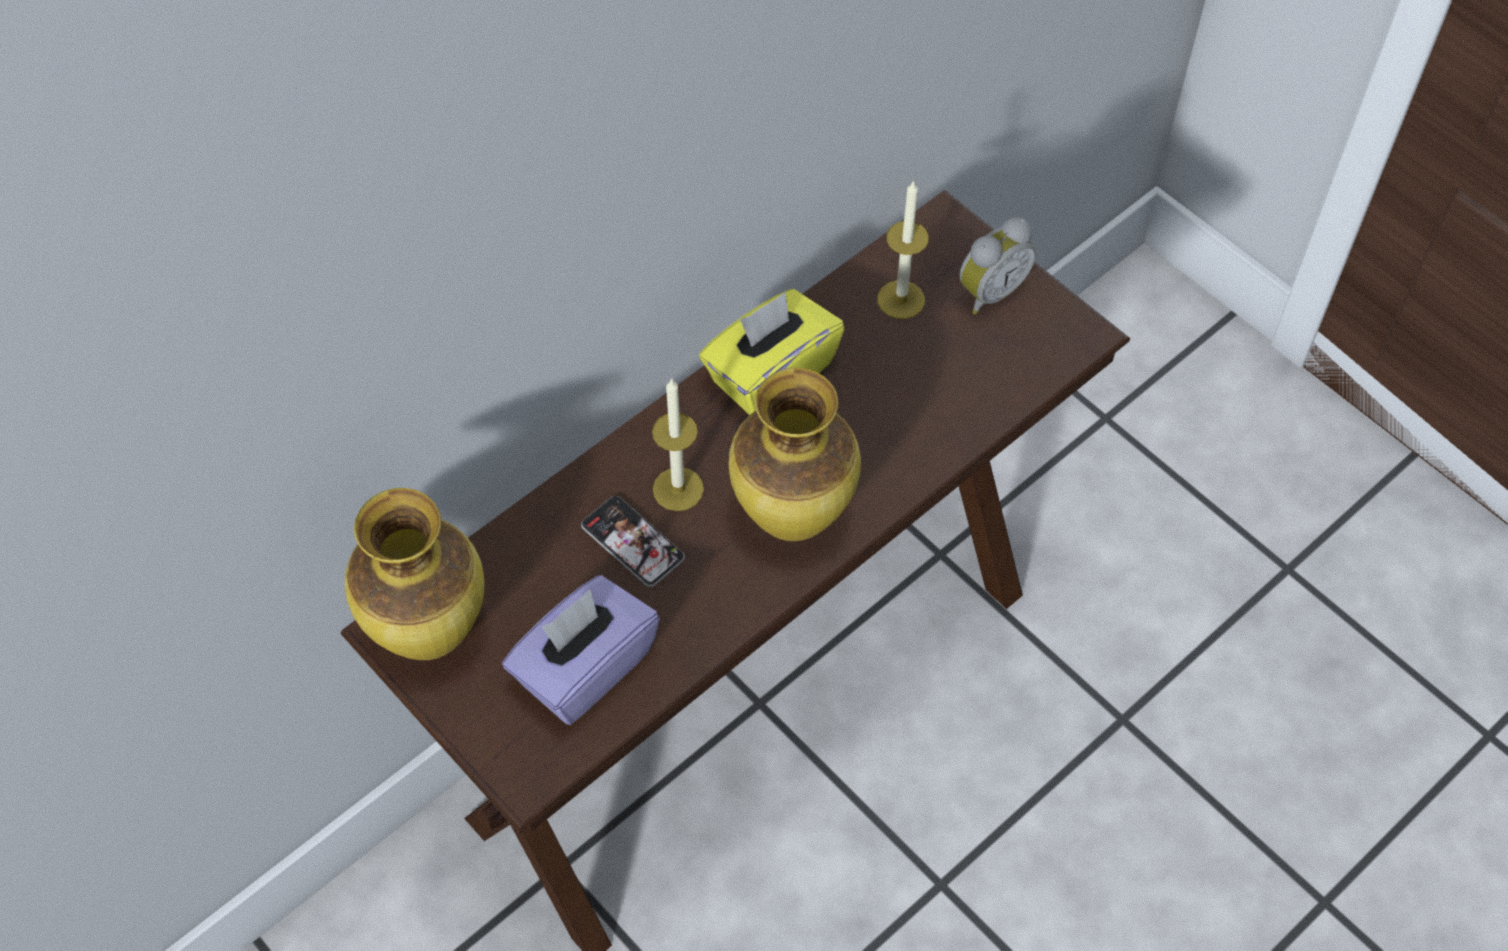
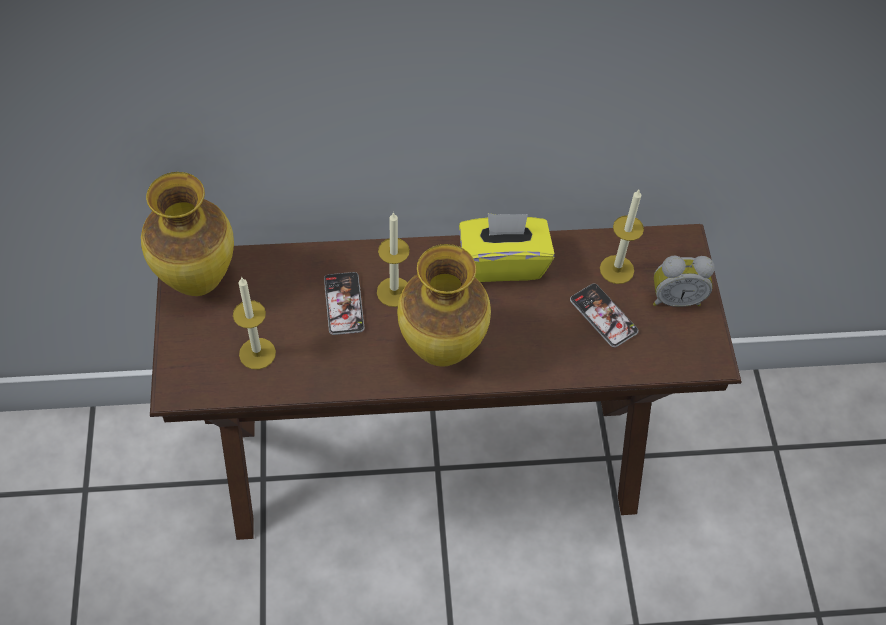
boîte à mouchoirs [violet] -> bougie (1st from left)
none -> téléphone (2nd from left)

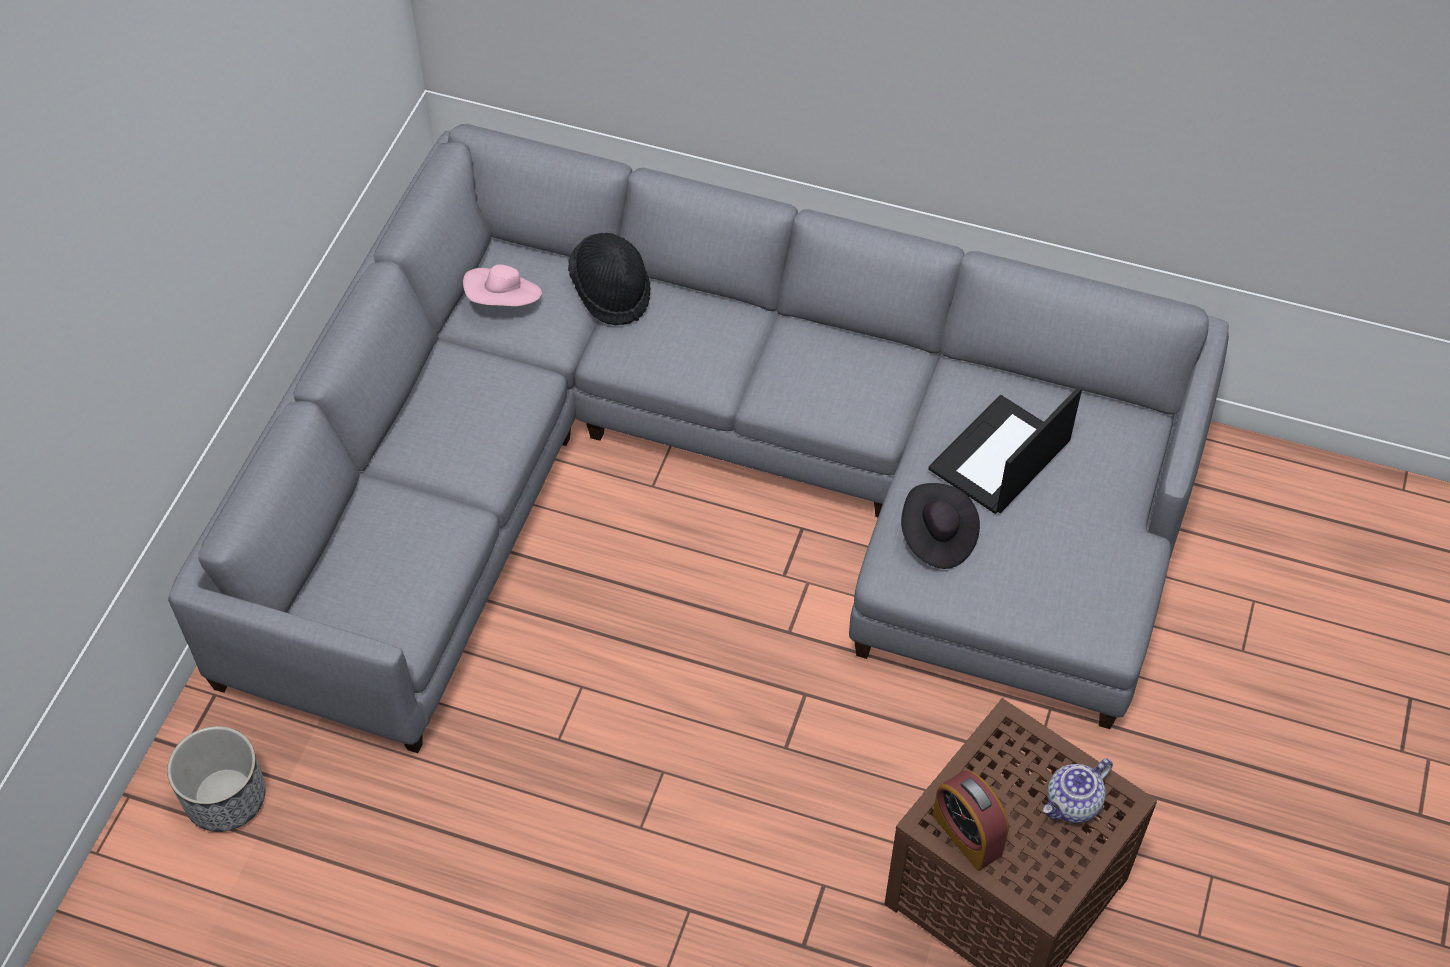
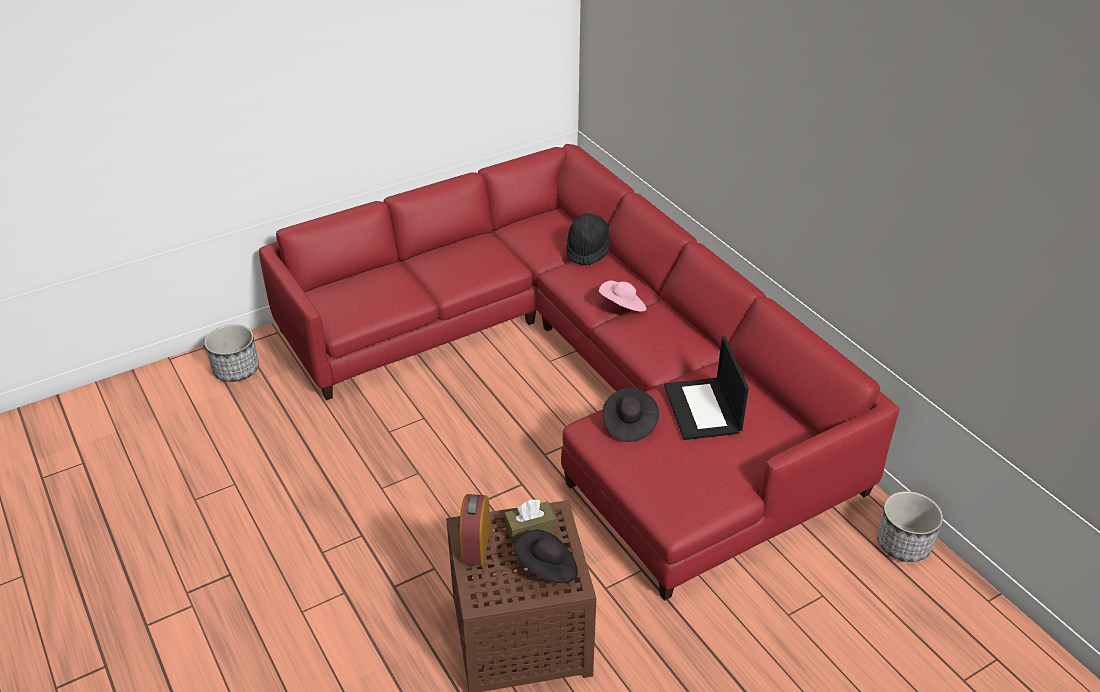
canapé [gris] -> canapé [rouge]
chapeau [rose], moved
ordinateur portable, 90 degrees counterclockwise
théière -> chapeau [noir] (1st from left)
none -> boîte à mouchoirs [marron]
none -> cache-pot (2nd from left)

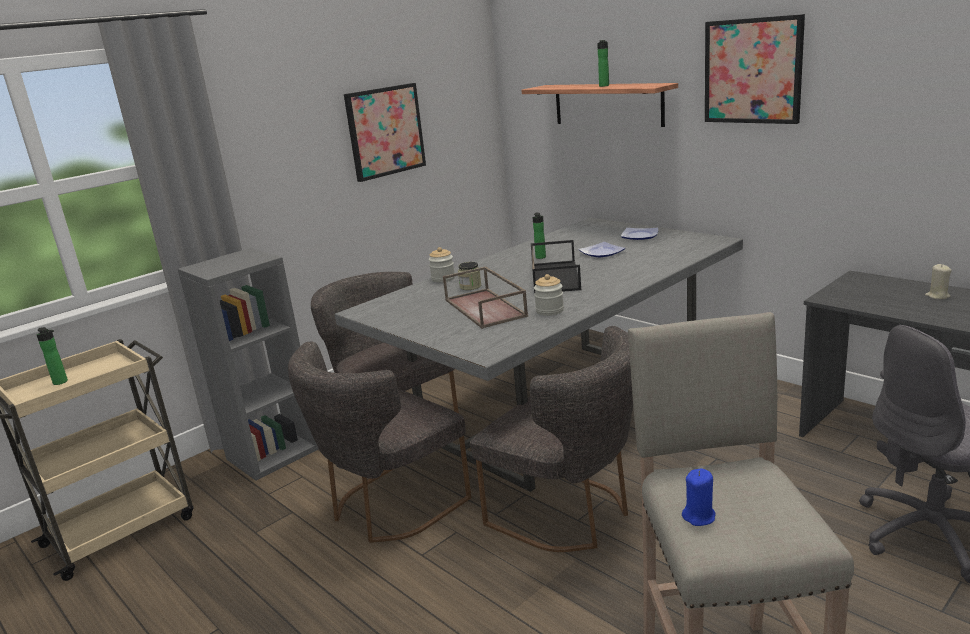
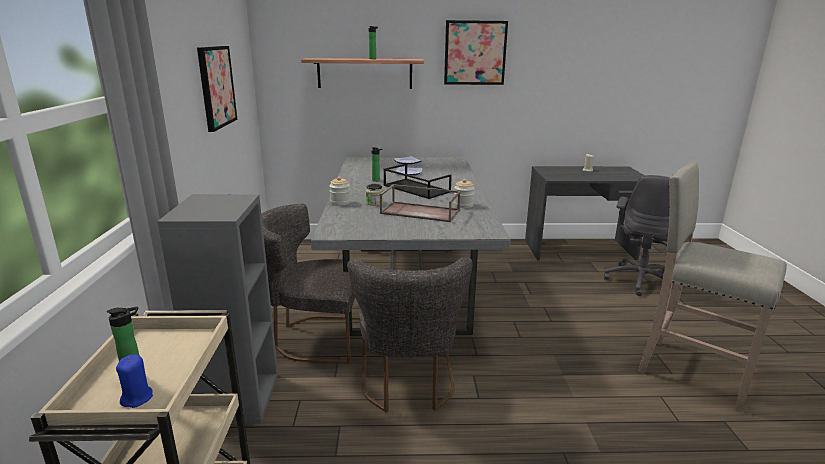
chaise [gris] (3rd from left) -> none
bougie [bleu], moved

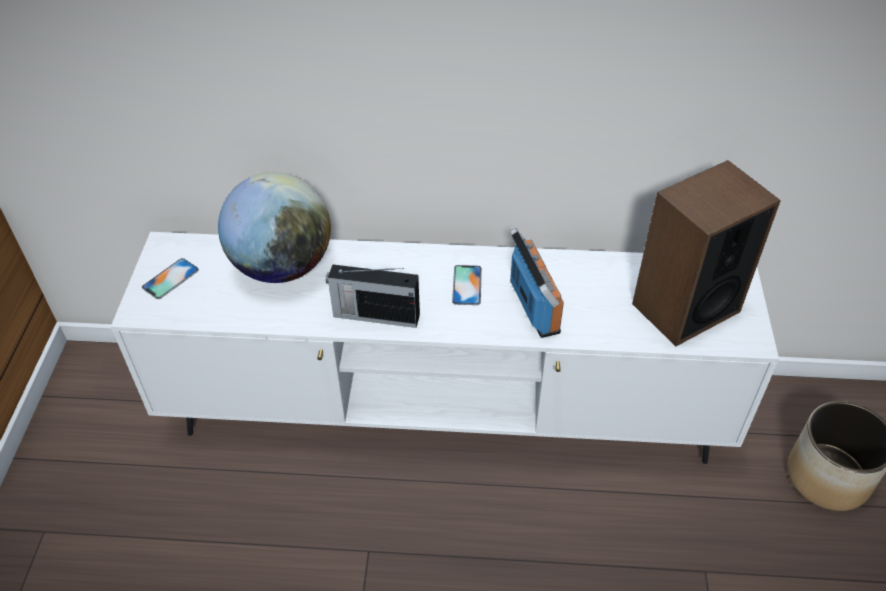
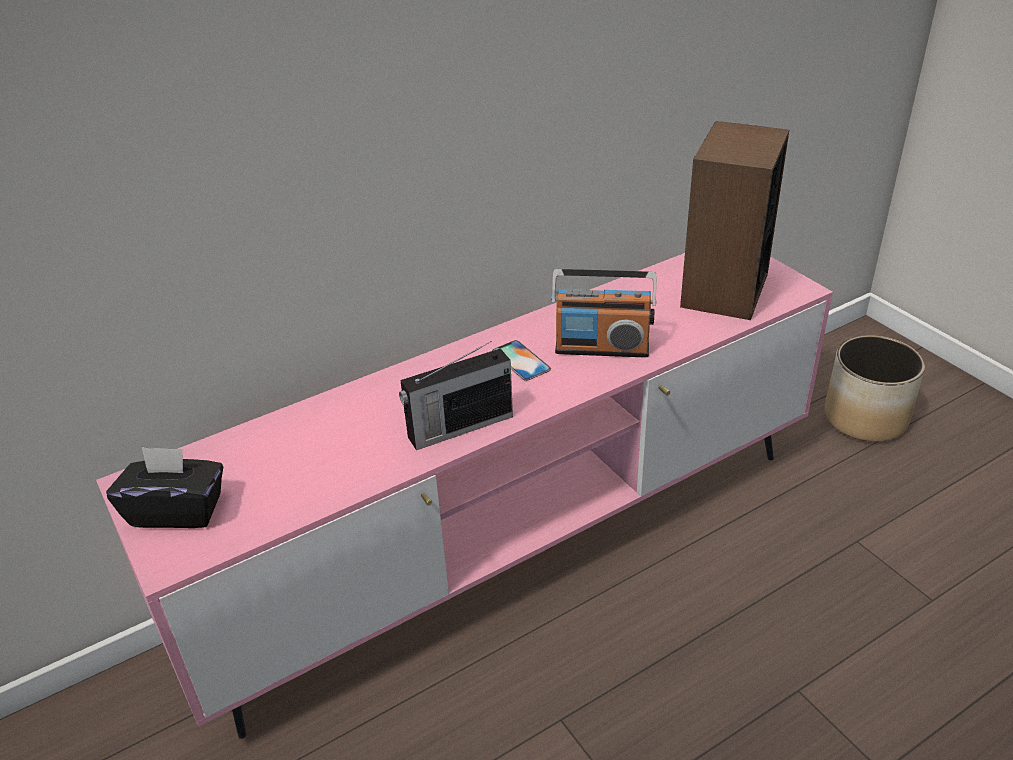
meuble télé [blanc] -> meuble télé [rose]
téléphone (1st from left) -> boîte à mouchoirs [noir]
globe -> none
radio (2nd from left), 150 degrees clockwise

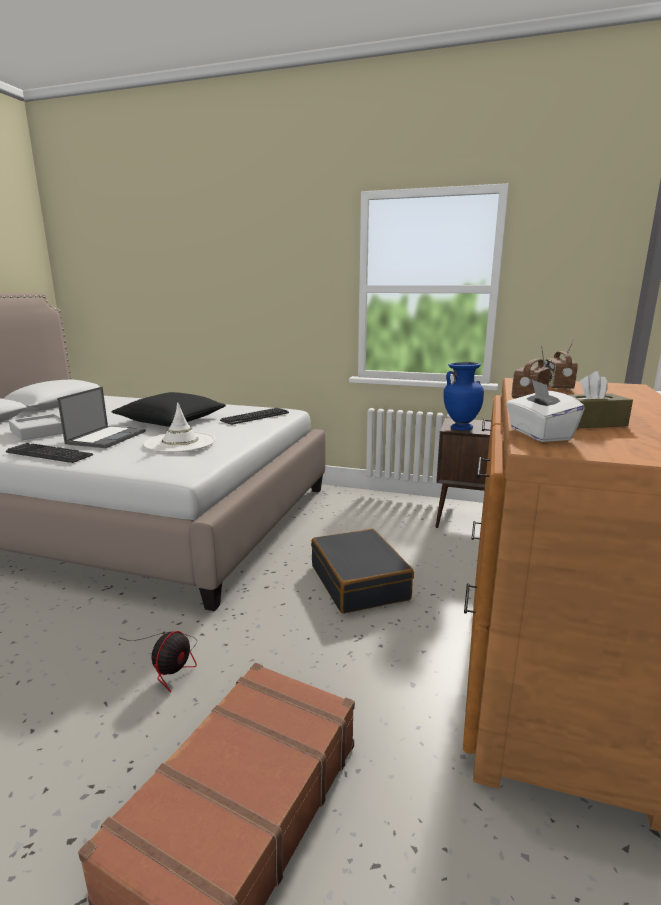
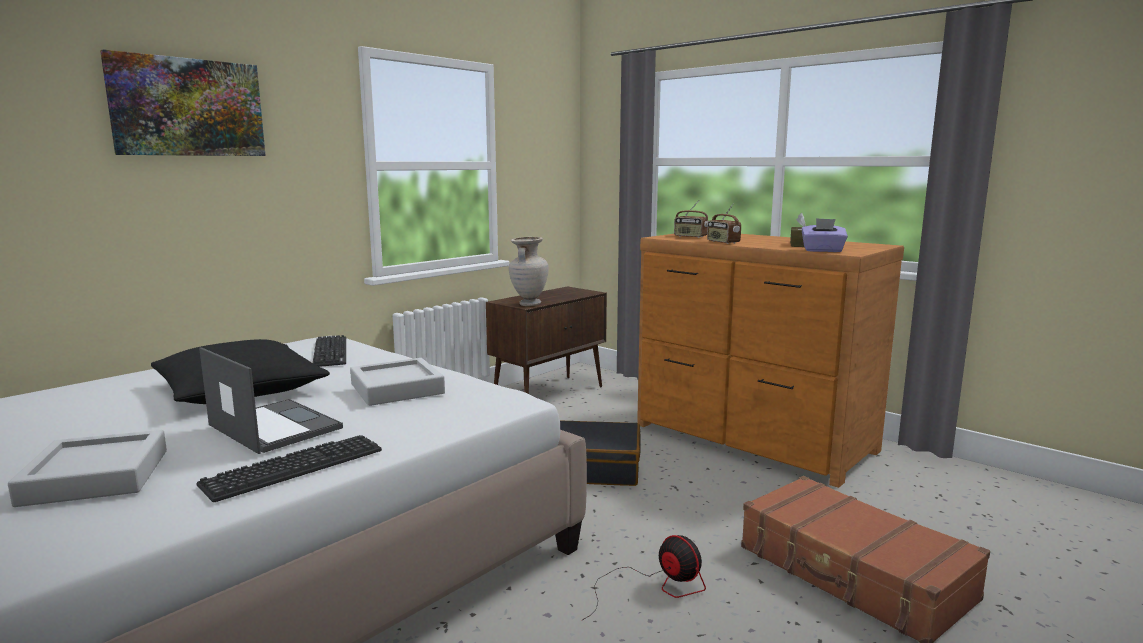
chapeau [blanc] -> plateau [gris] (2nd from left)
vase [bleu] -> vase [beige]
boîte à mouchoirs [blanc] -> boîte à mouchoirs [violet]
none -> tableau

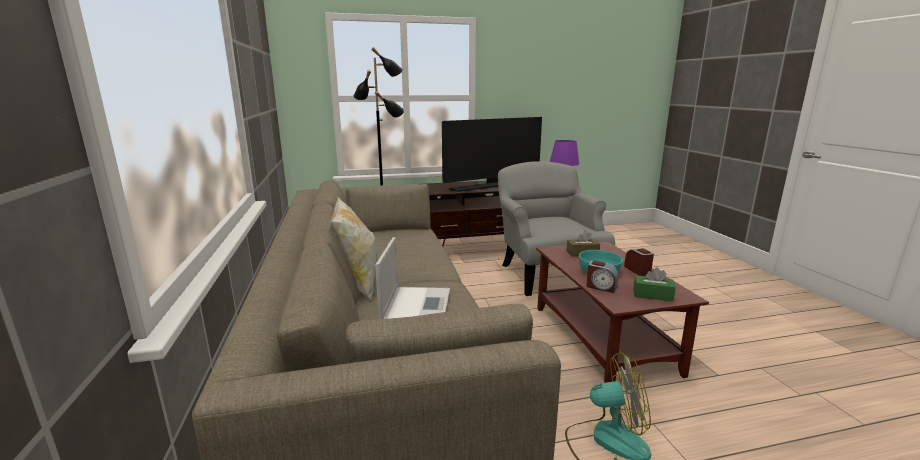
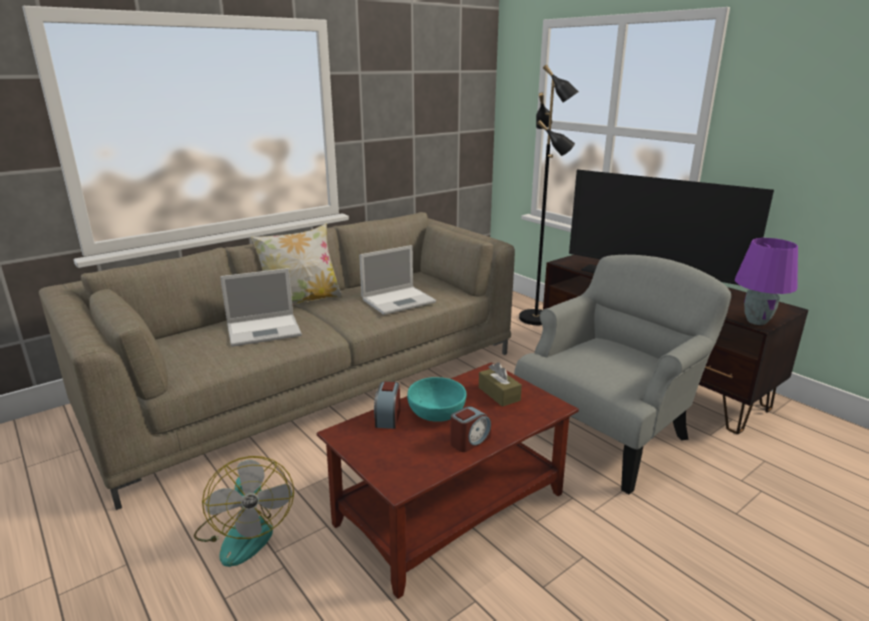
boîte à mouchoirs [vert] -> none
none -> ordinateur portable (2nd from left)

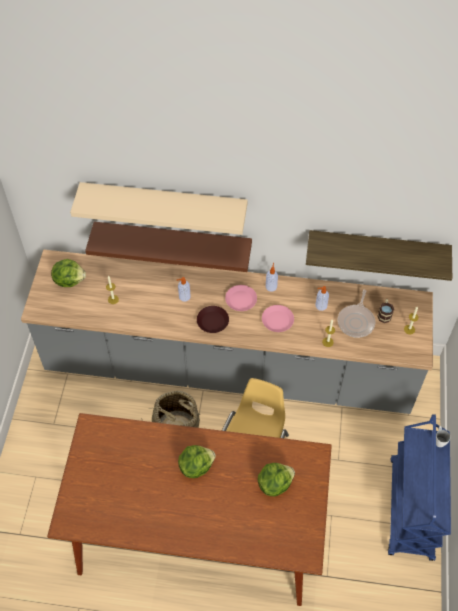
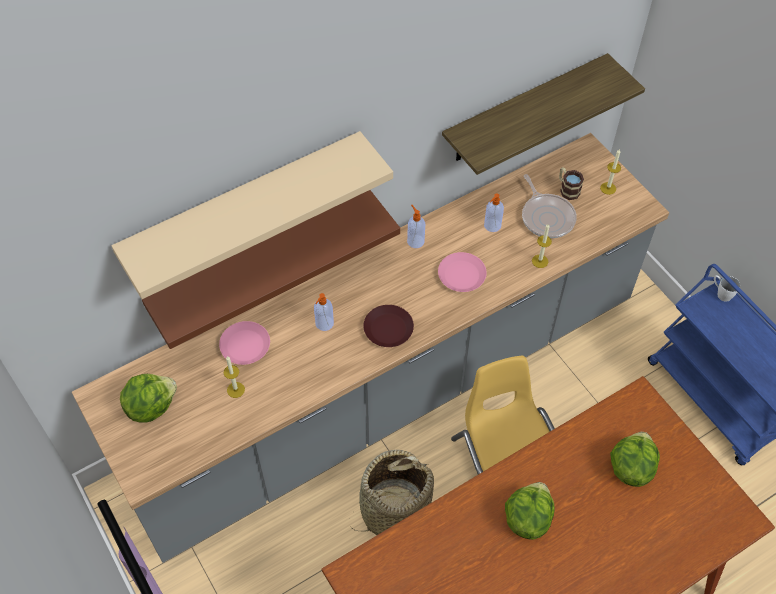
assiette [rose] (1st from left), moved

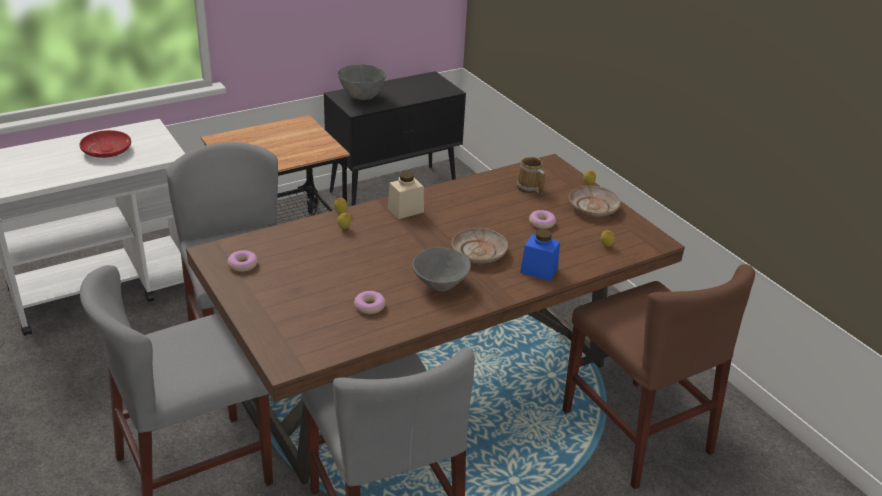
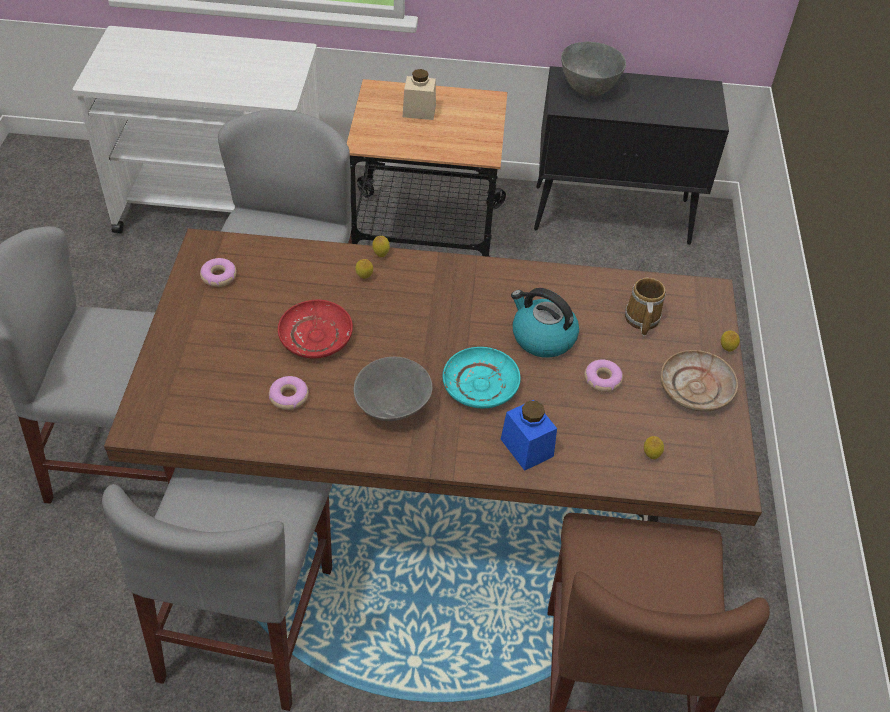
assiette [rouge], moved
bocal [beige], moved
assiette [beige] (1st from left) -> assiette [turquoise]
none -> bouilloire

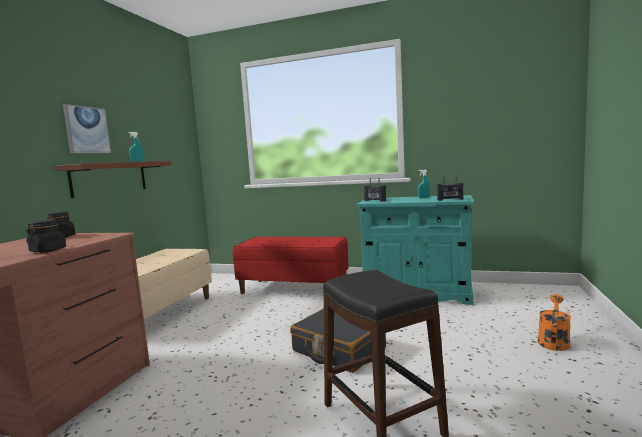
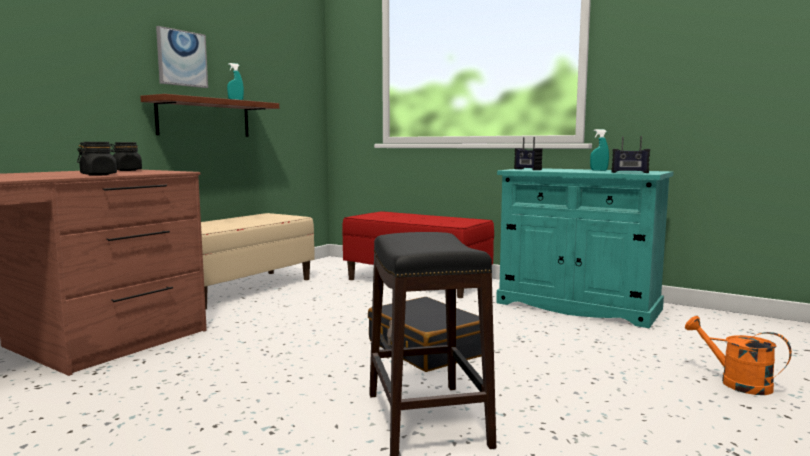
arrosoir [orange], 90 degrees counterclockwise

